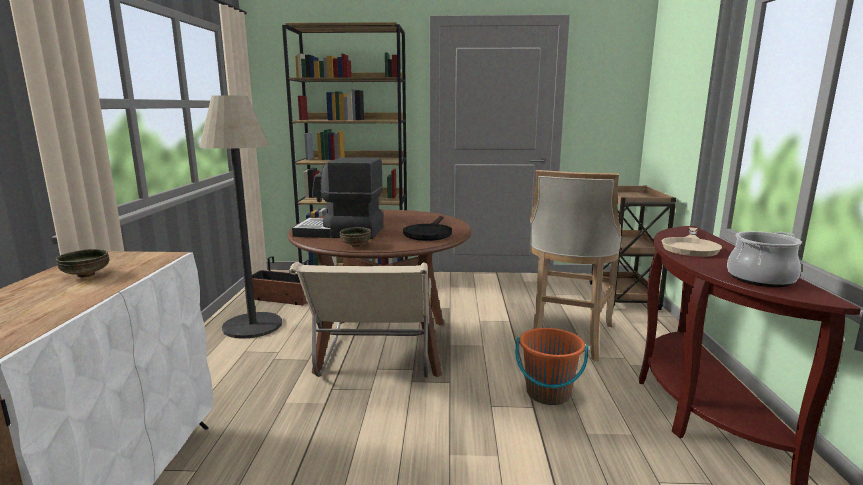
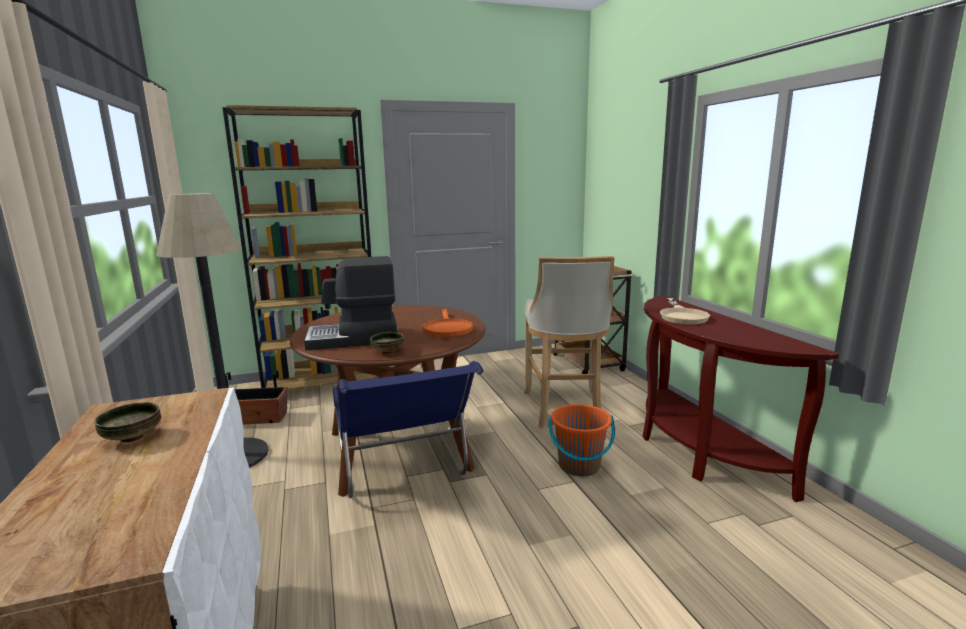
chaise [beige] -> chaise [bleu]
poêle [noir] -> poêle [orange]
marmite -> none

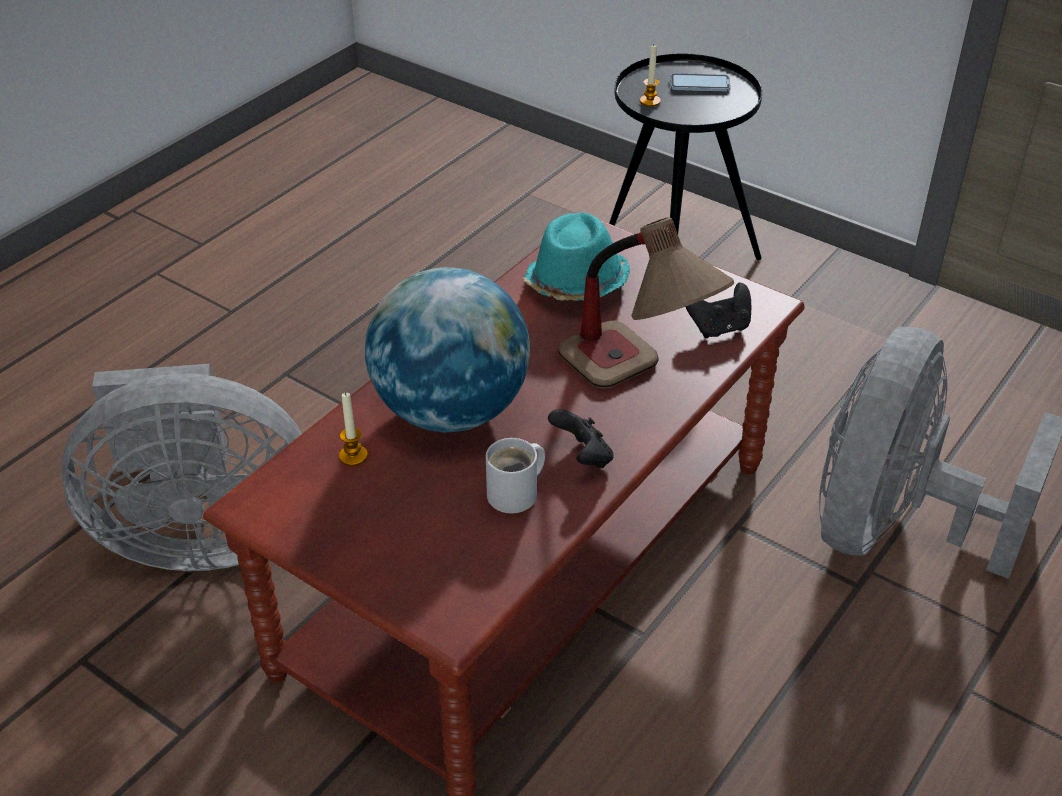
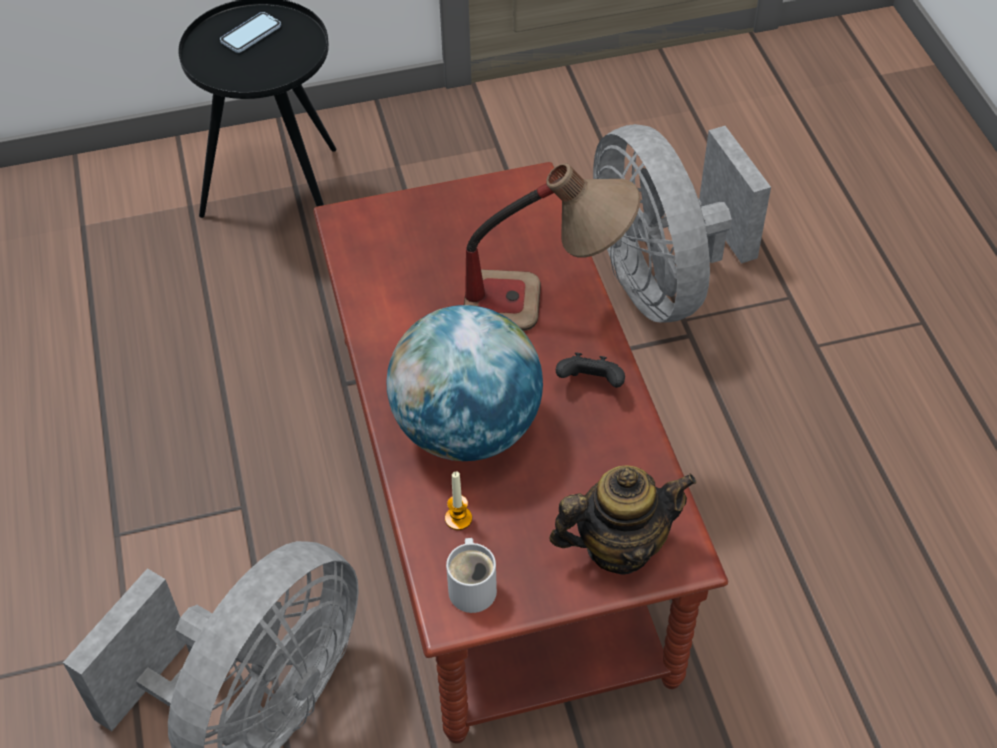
mug [blanc], moved
chapeau [turquoise] -> none
bougie (2nd from left) -> none
manette [noir] (2nd from left) -> none
none -> théière

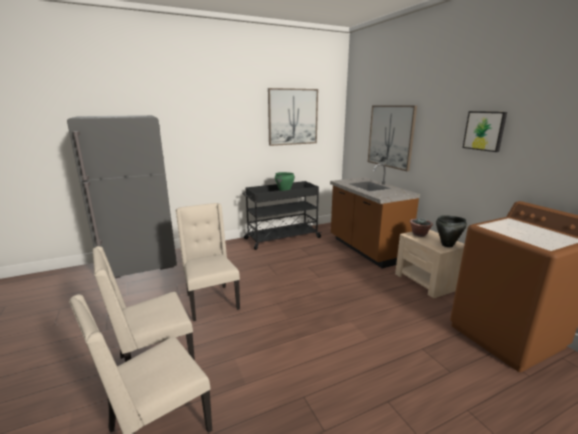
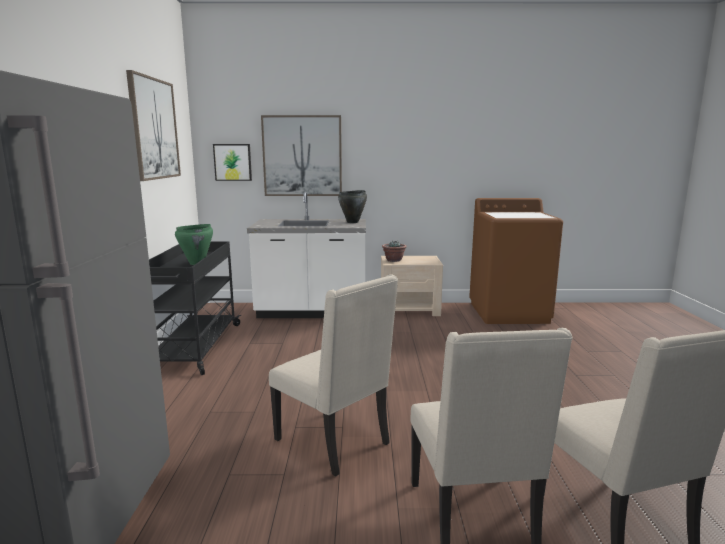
chaise [beige] (3rd from left in the first image) -> chaise [beige] (1st from left), 135 degrees counterclockwise
comptoir de cuisine [marron] -> comptoir de cuisine [blanc]
marmite [noir], moved
tableau (3rd from left in the first image) -> tableau (2nd from left), moved

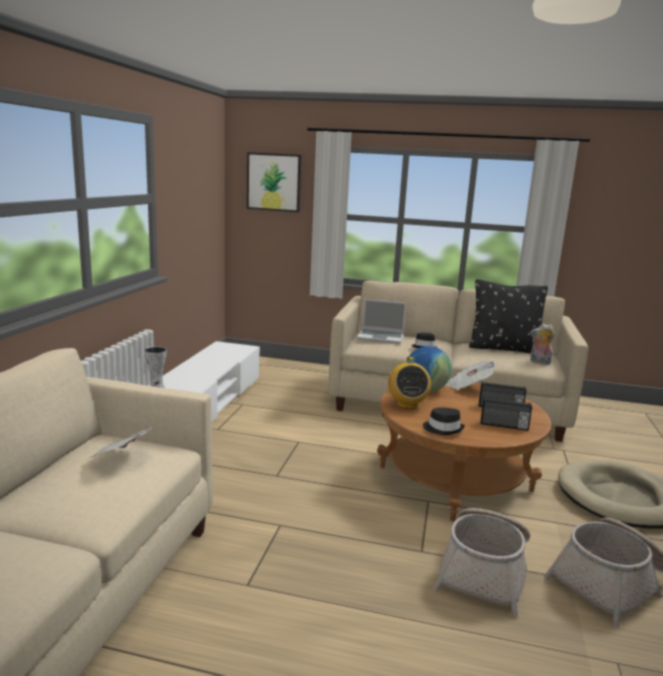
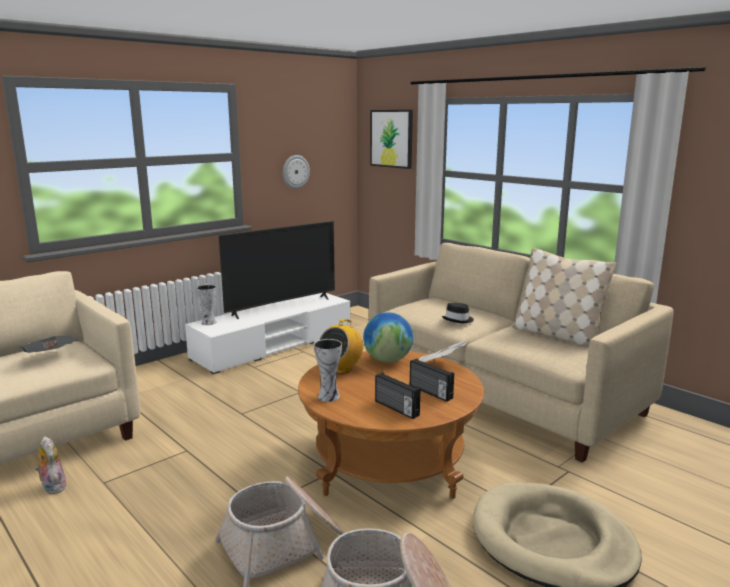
ordinateur portable -> none
chapeau [noir] (2nd from left) -> vase (2nd from left)
coussin [noir] -> coussin [beige]
peluche, moved
none -> téléviseur
none -> horloge murale

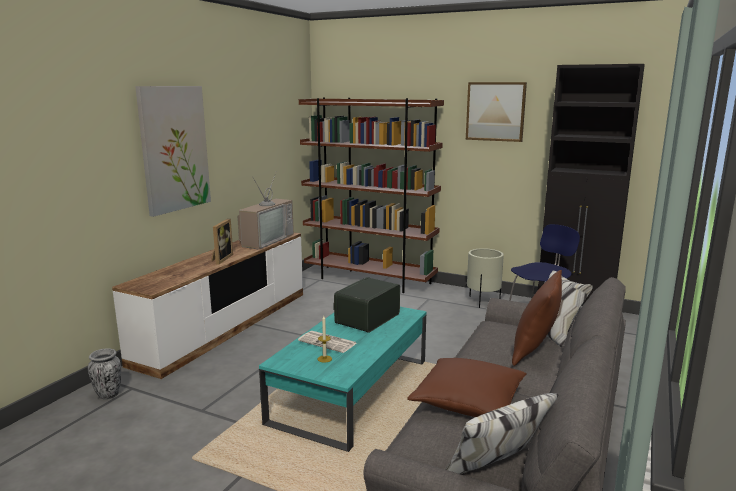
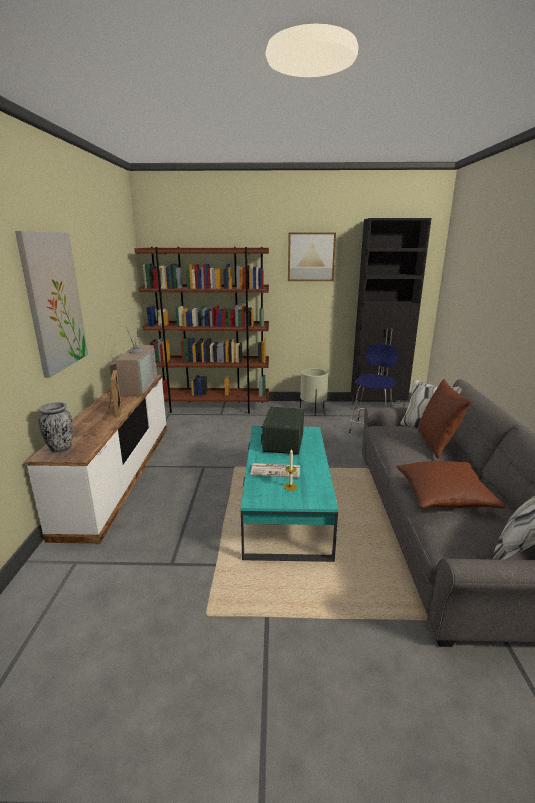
vase, moved

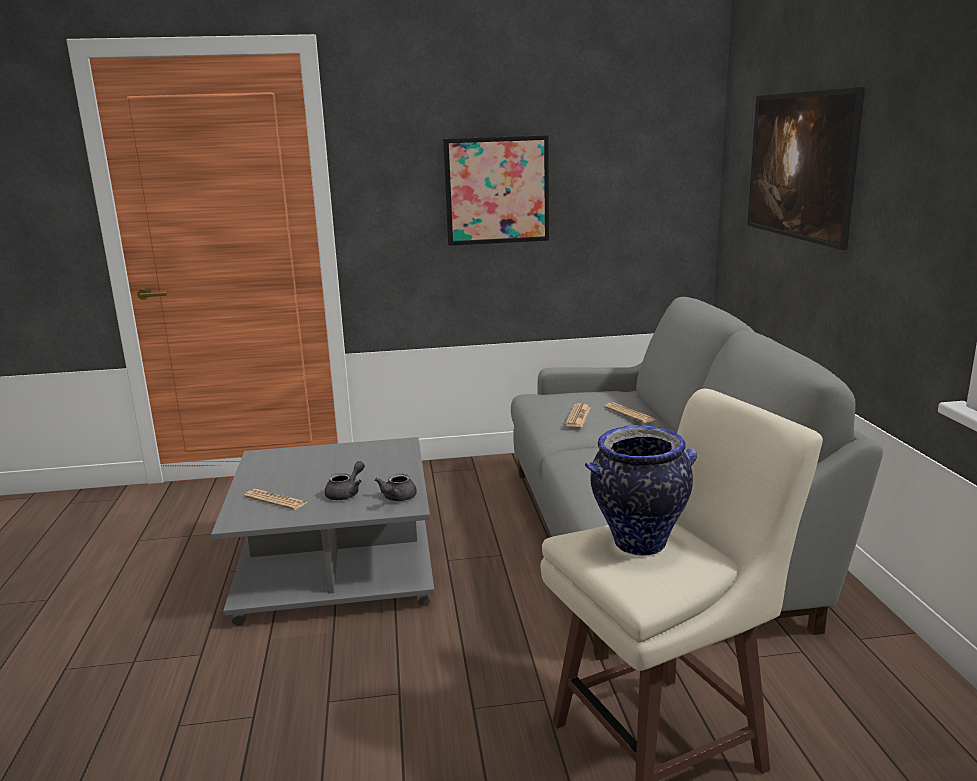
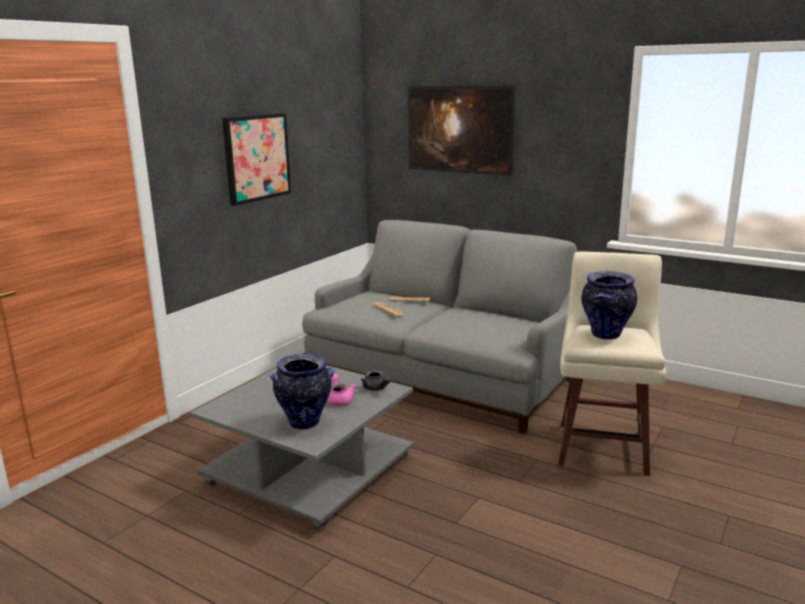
journal (1st from left) -> vase (1st from left)
théière [gris] (1st from left) -> théière [rose]

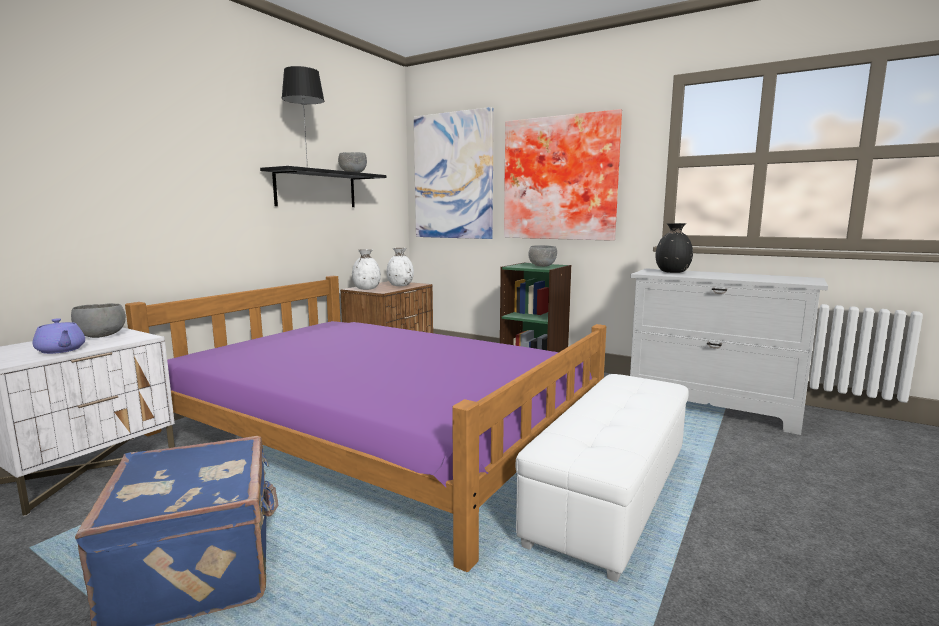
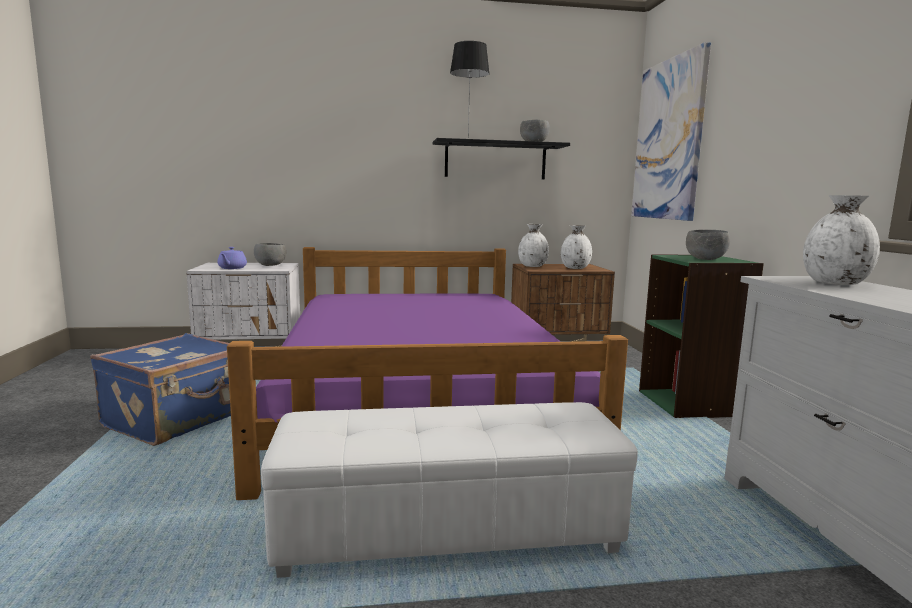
tableau (2nd from left) -> none
vase [noir] -> vase [blanc] (3rd from left)

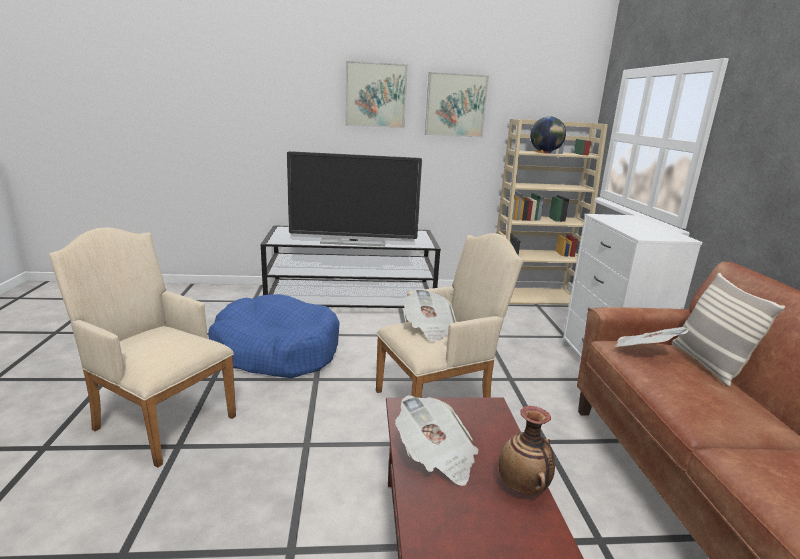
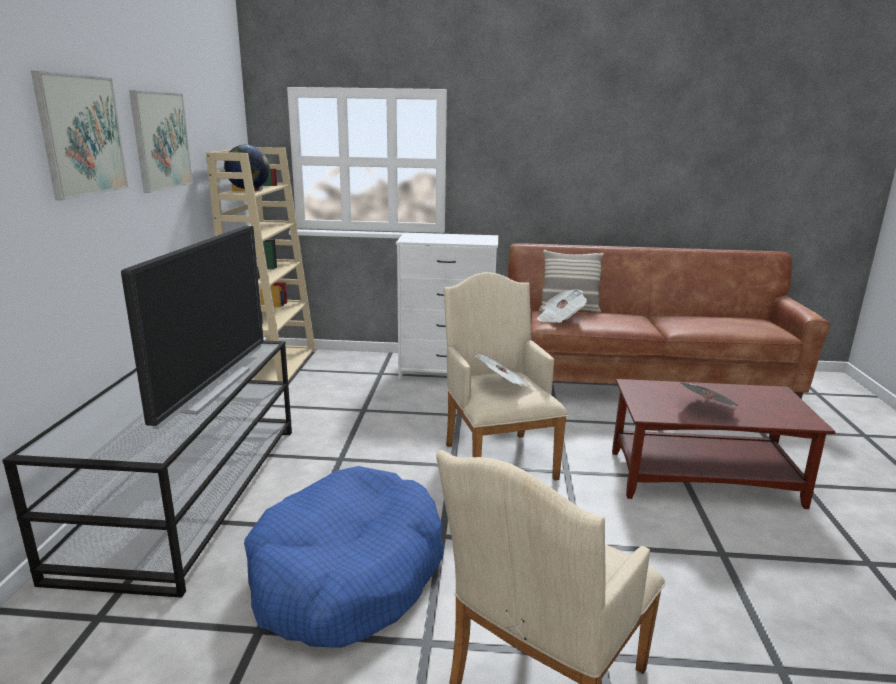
vase -> none

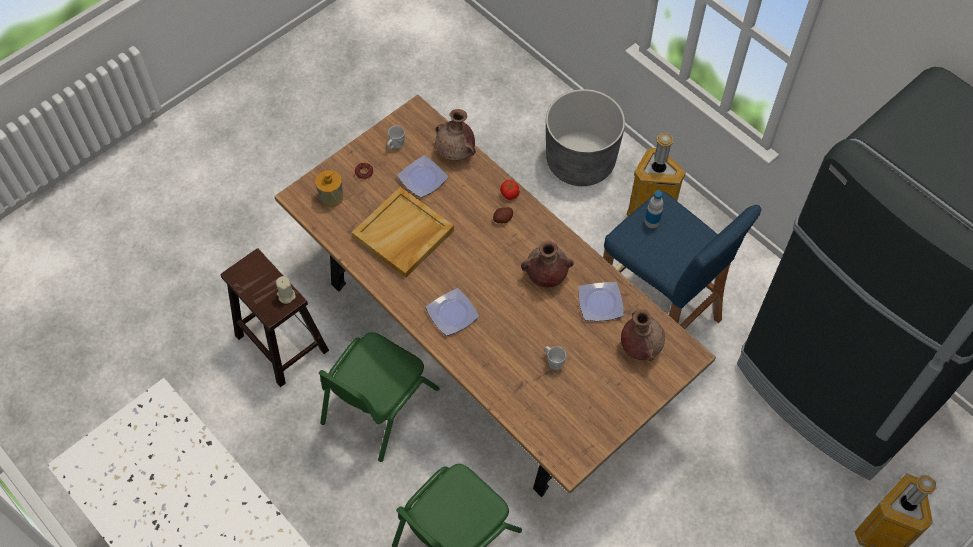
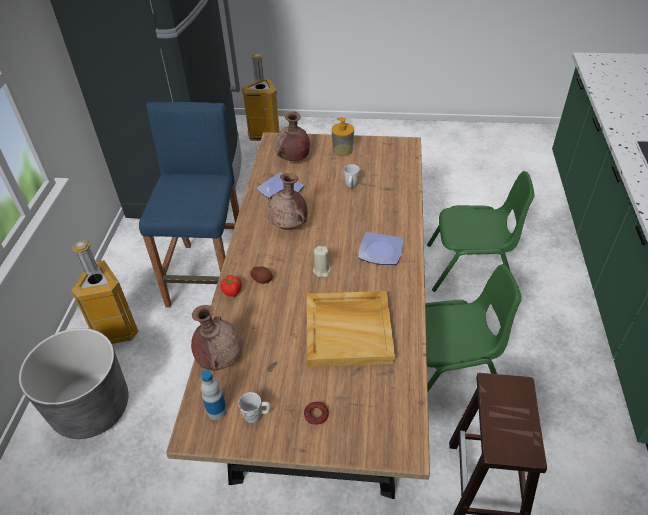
bougie [beige], moved
distributeur de savon, moved
assiette (1st from left) -> none
bouteille, moved

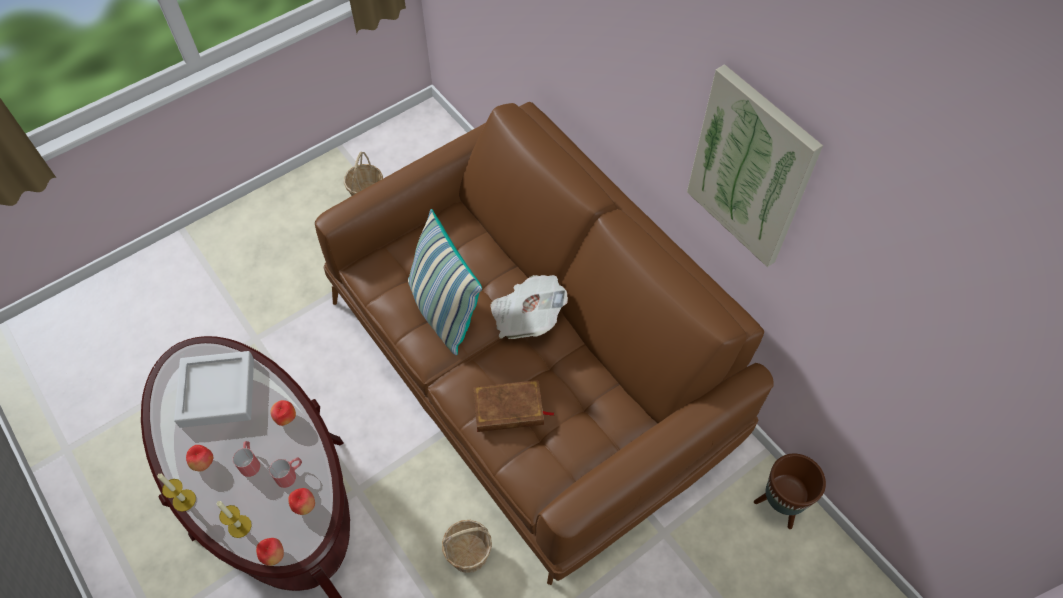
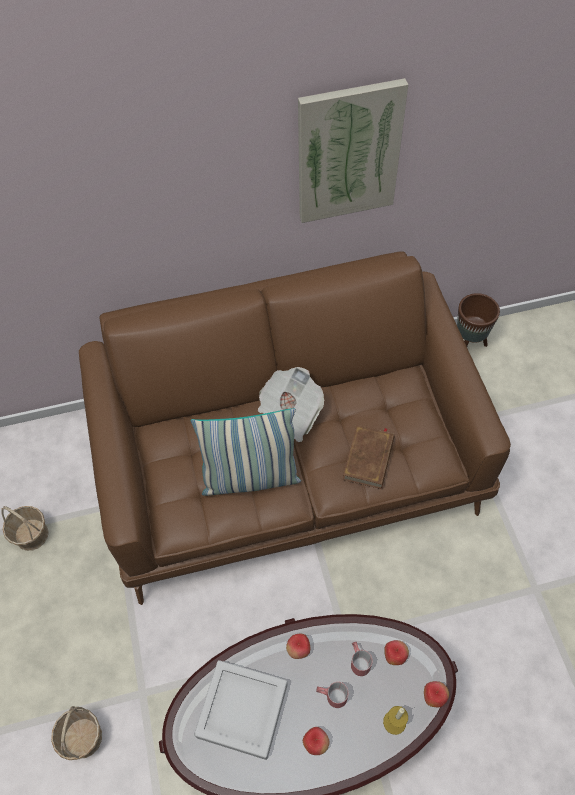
bougie (1st from left) -> none
panier (2nd from left), moved

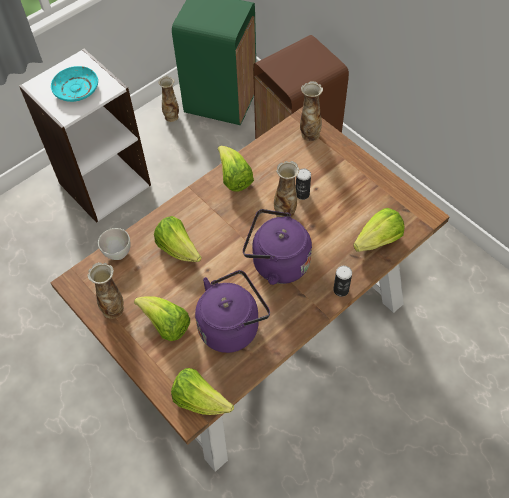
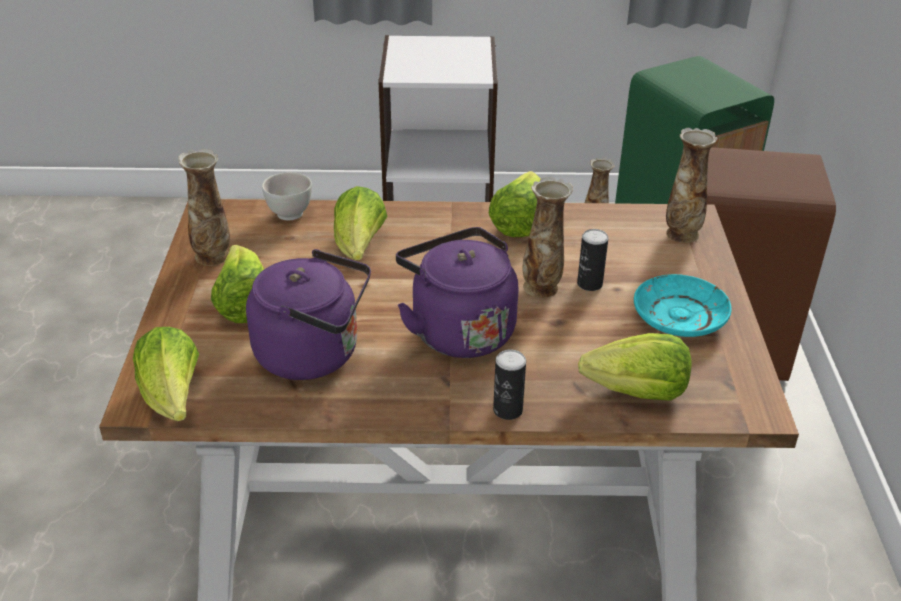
assiette [turquoise], moved

